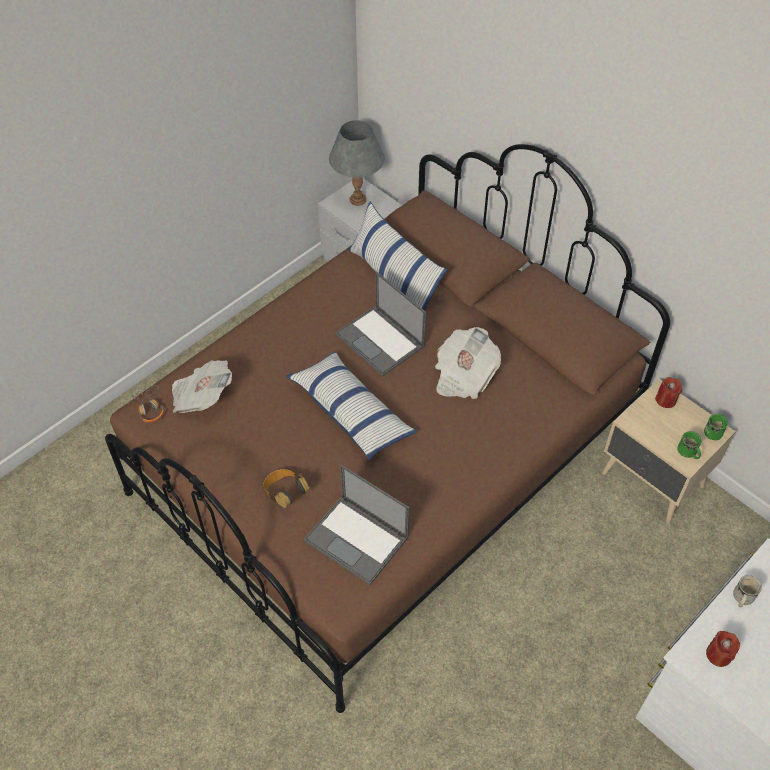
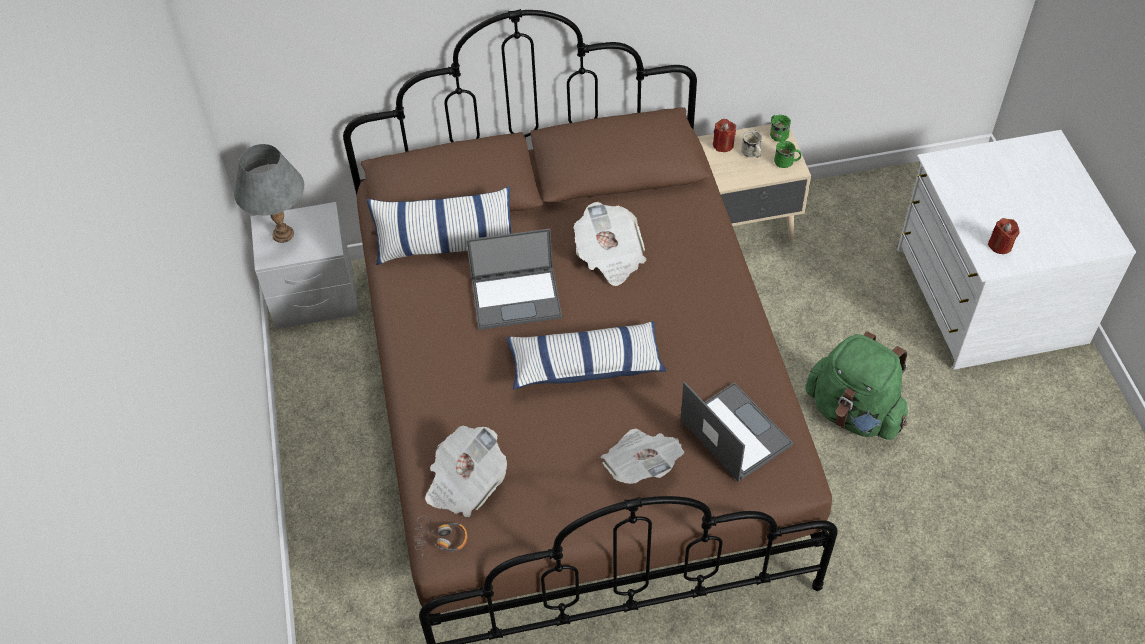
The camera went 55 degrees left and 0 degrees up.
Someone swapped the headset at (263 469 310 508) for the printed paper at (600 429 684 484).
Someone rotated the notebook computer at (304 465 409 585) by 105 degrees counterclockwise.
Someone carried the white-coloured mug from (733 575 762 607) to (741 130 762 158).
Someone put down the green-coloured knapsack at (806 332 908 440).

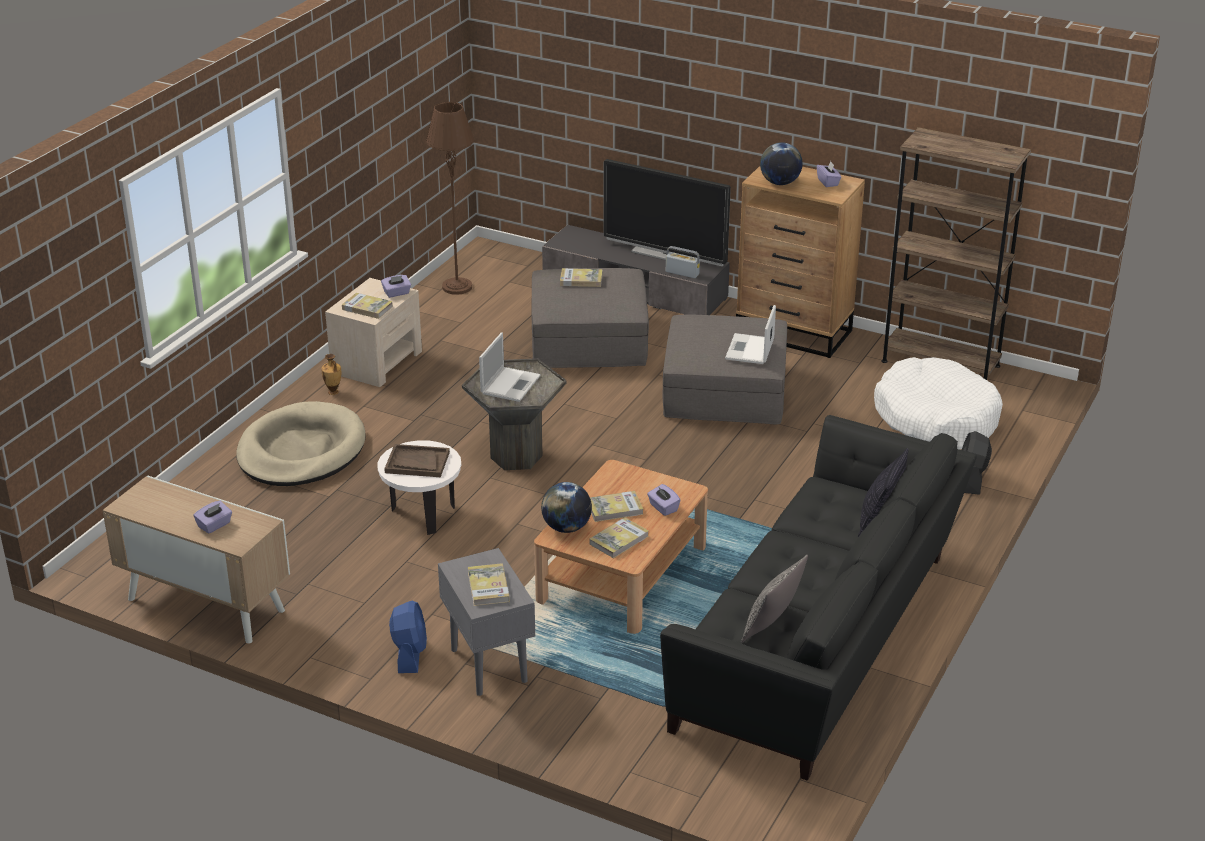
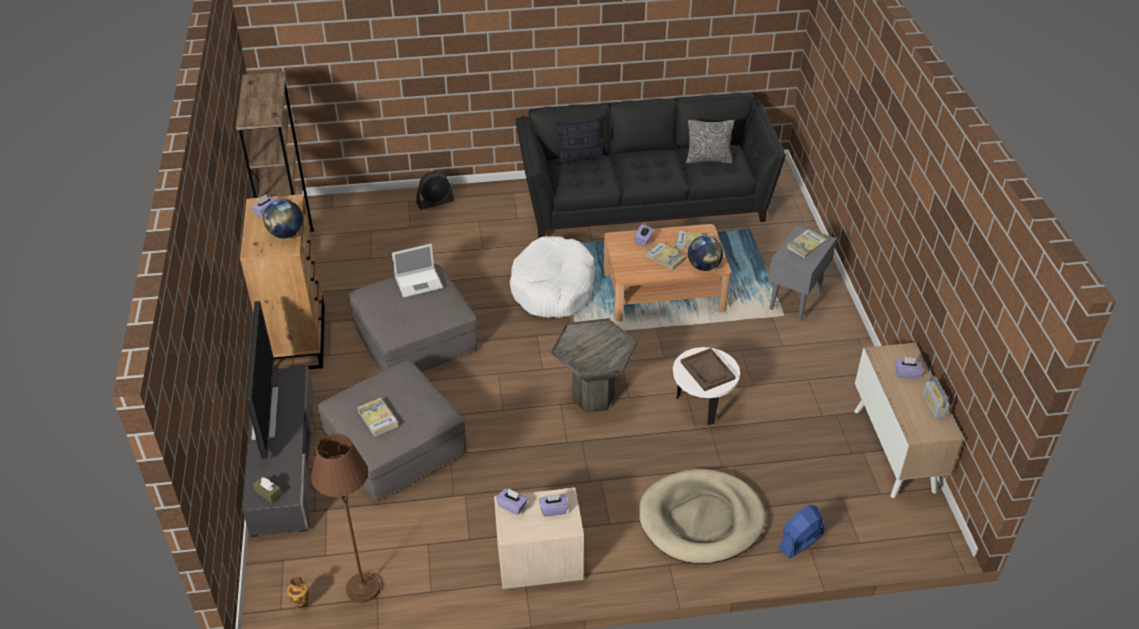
The camera went 125 degrees left and 10 degrees up.
Someone carried the decorative vase from (321 354 341 395) to (287 577 309 612).
Someone swapped the volume at (342 293 393 319) for the purple box of tissues at (539 494 569 517).
Someone carried the bluish cooling fan from (389 601 427 673) to (778 505 824 558).
Someone took away the notebook computer at (479 332 541 402).
Someone carried the radio from (666 246 700 278) to (923 376 949 418).
Someone carried the white-coloured pet bed from (874 357 1003 450) to (509 236 595 318).
Someone put down the brown-coloured box of tissues at (253 476 282 503).

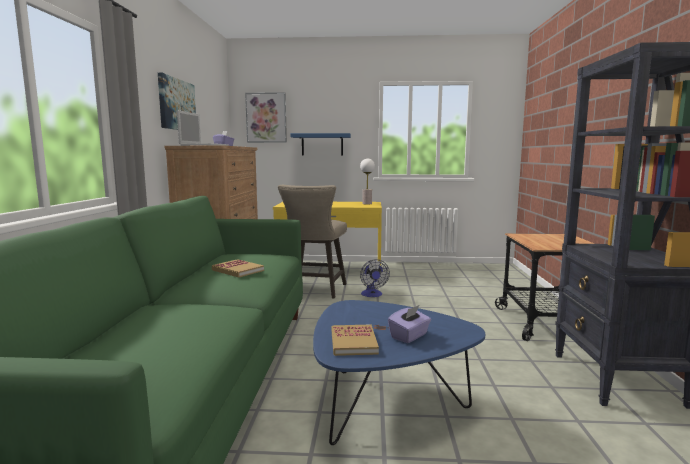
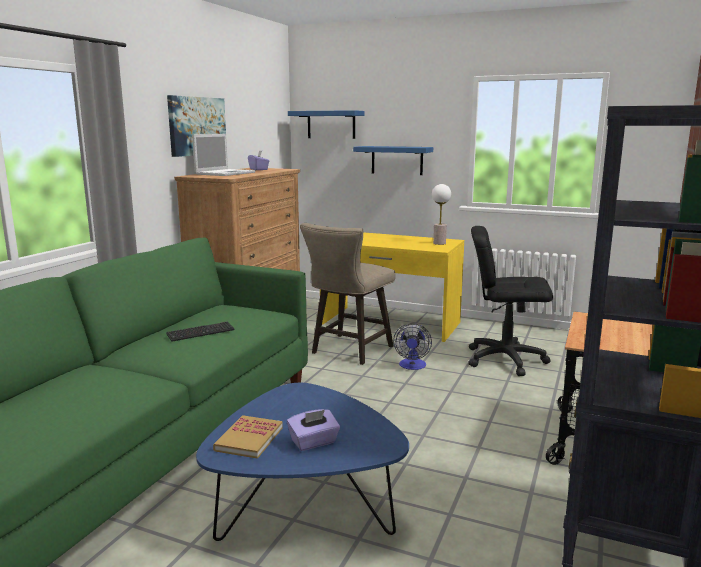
The camera went 20 degrees right and 5 degrees up.
Someone swapped the volume at (212 259 264 278) for the keyboard at (166 321 235 341).
Someone swapped the wall picture at (245 92 287 143) for the bluish bracket shelf at (288 110 365 139).
Someone put down the black-coloured office chair at (468 226 553 376).

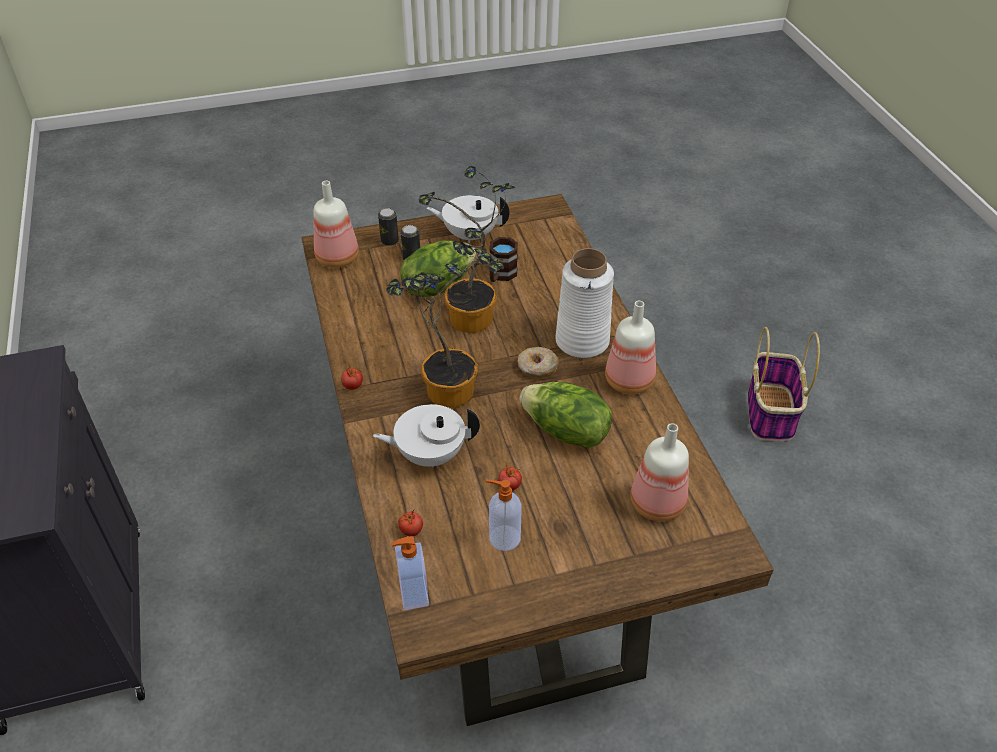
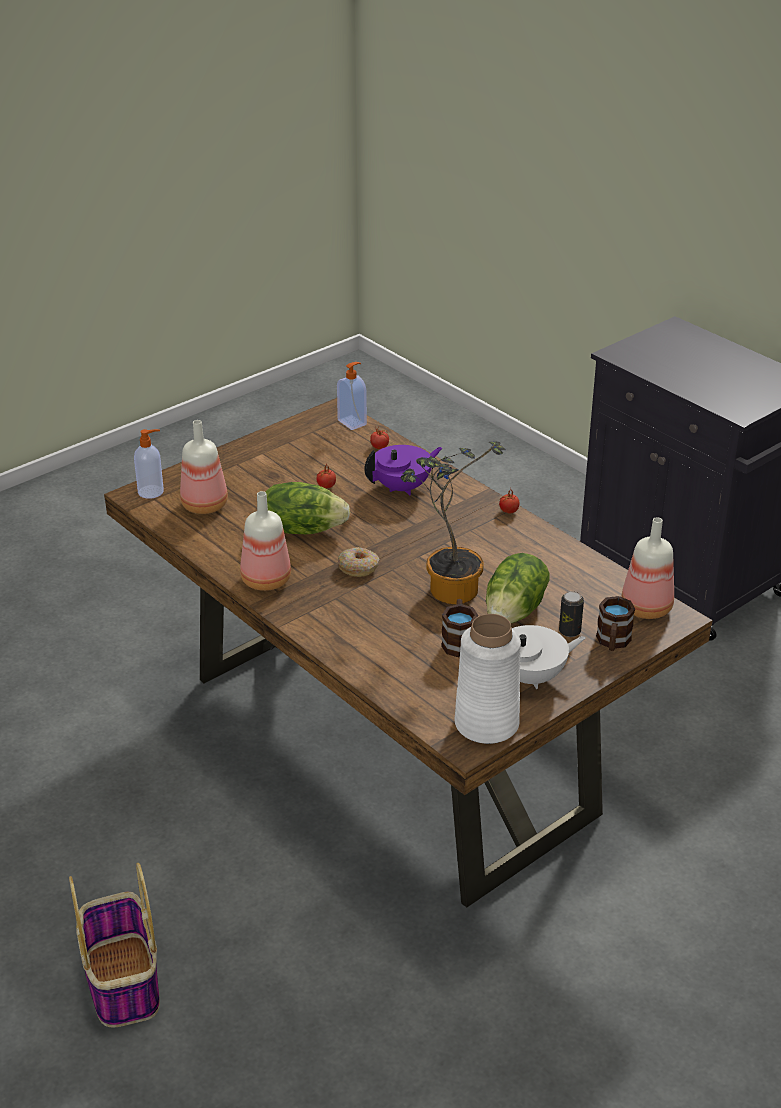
The camera went 155 degrees right and 10 degrees down.
Someone repainted the white-coloured teapot at (373 404 480 468), which became the purple teapot at (364 445 442 495).
Someone swapped the metal can at (378 208 399 246) for the brown-coloured mug at (596 596 635 651).
Someone took away the plant in a pot at (386 248 493 408).
Someone carried the soap dispenser from (486 480 522 551) to (134 429 164 499).
Someone carried the white-coloured decorative vase from (555 248 614 358) to (455 614 521 744).

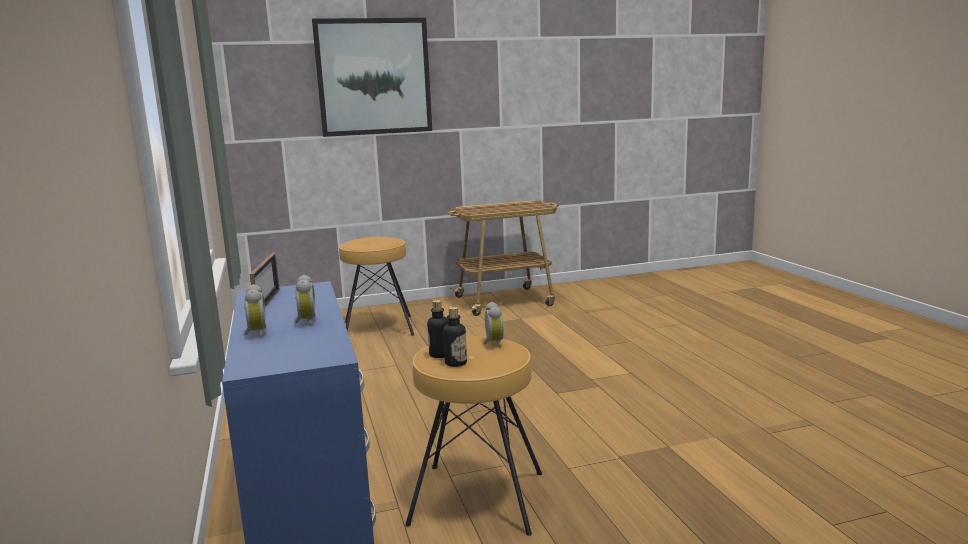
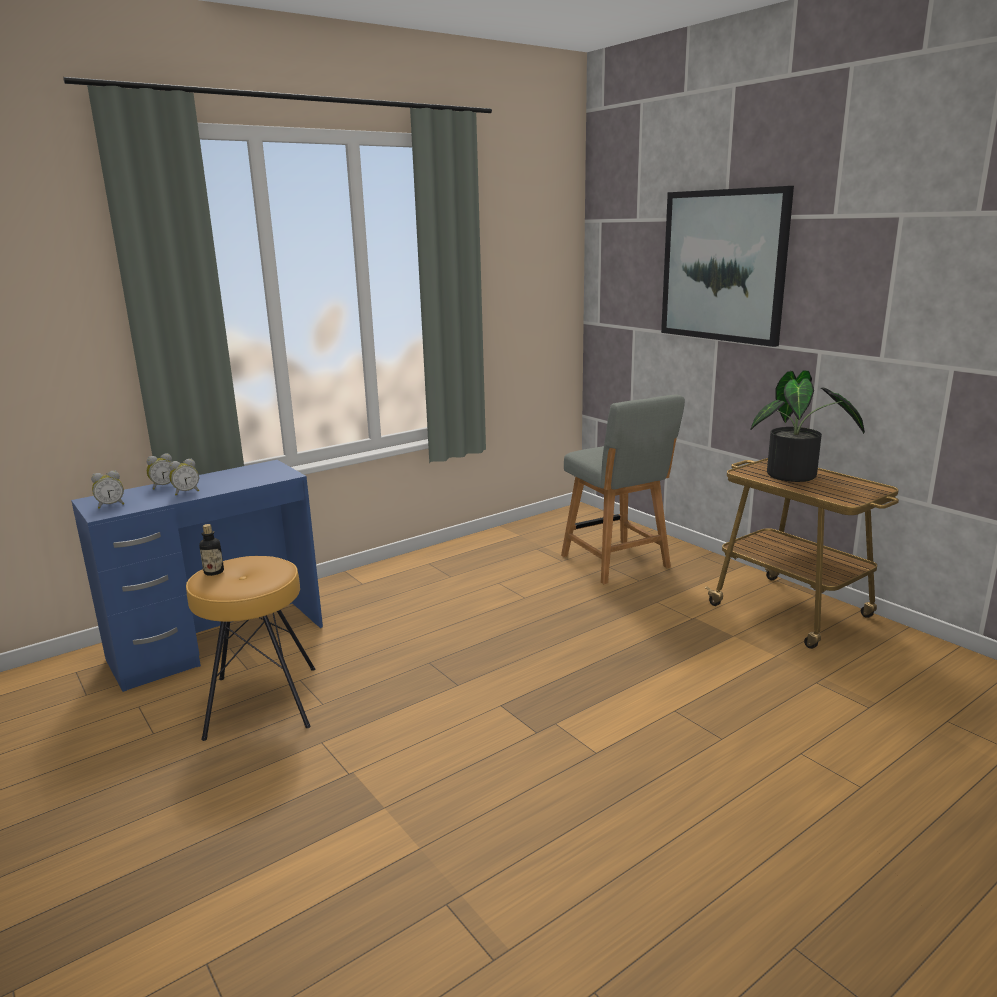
The camera went 70 degrees right and 5 degrees up.
Someone took away the standing frame at (249 253 280 308).
Someone swapped the brown-coloured stool seat at (339 237 414 336) for the greyish upright chair at (561 394 685 584).
Someone took away the drink bottle at (427 300 448 358).
Someone carried the bedside clock from (484 302 504 348) to (91 471 124 509).
Someone put down the plant in a pot at (750 370 865 482).

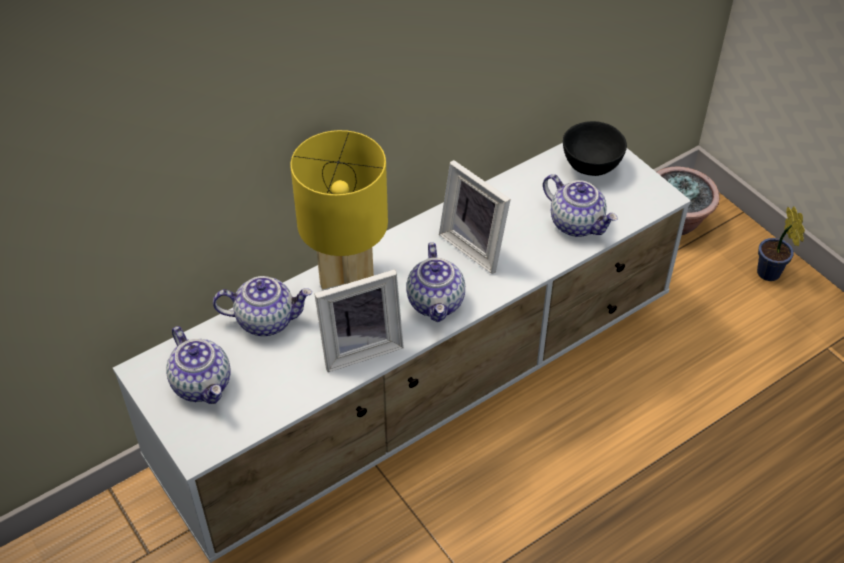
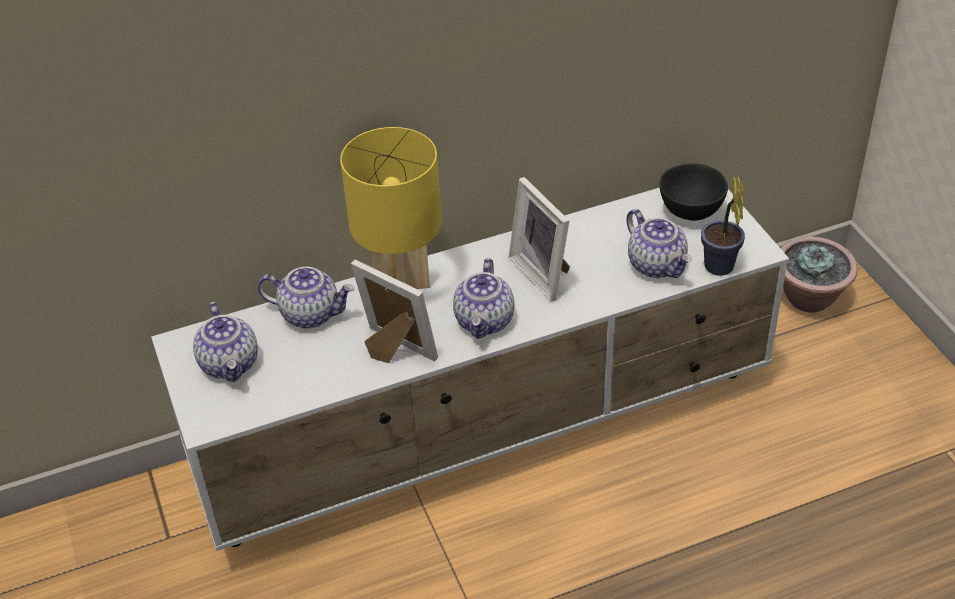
The camera went 15 degrees right and 5 degrees down.
Someone rotated the standing frame at (314 269 404 372) by 135 degrees counterclockwise.
Someone carried the plant in a pot from (757 207 805 281) to (701 175 745 276).

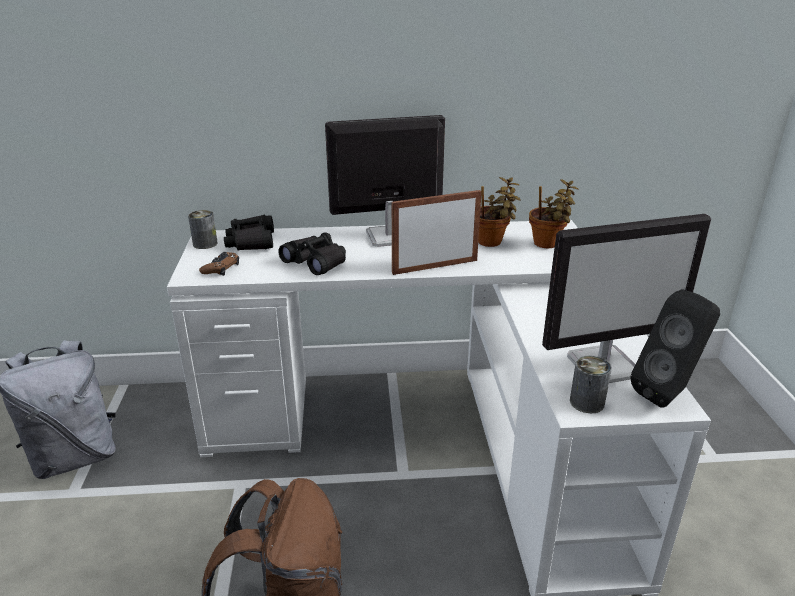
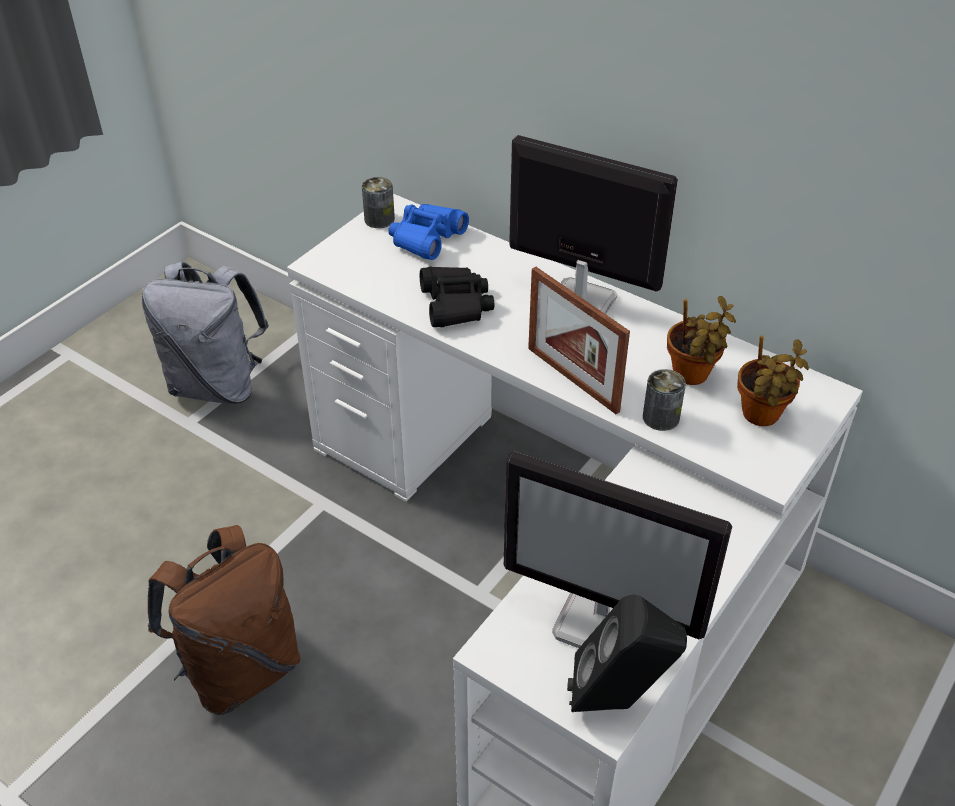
The camera went 40 degrees right and 15 degrees up.
Someone took away the brown-coloured gamepad at (199 252 239 276).
Someone repainted the black-coloured pair of binoculars at (224 215 274 251), which became the bluish pair of binoculars at (388 204 469 260).
Someone rotated the standing frame at (392 190 482 275) by 150 degrees counterclockwise.
Someone carried the metal can from (570 355 612 413) to (643 369 686 431).

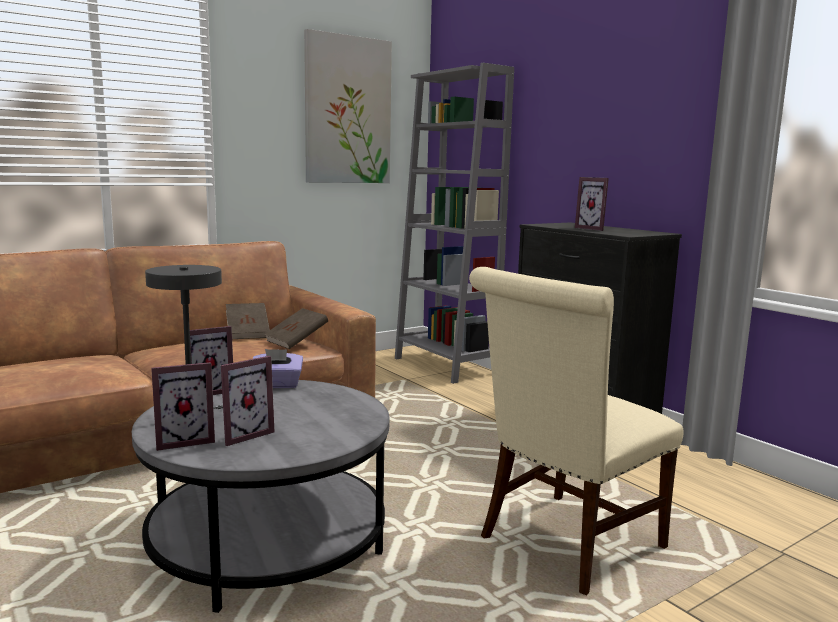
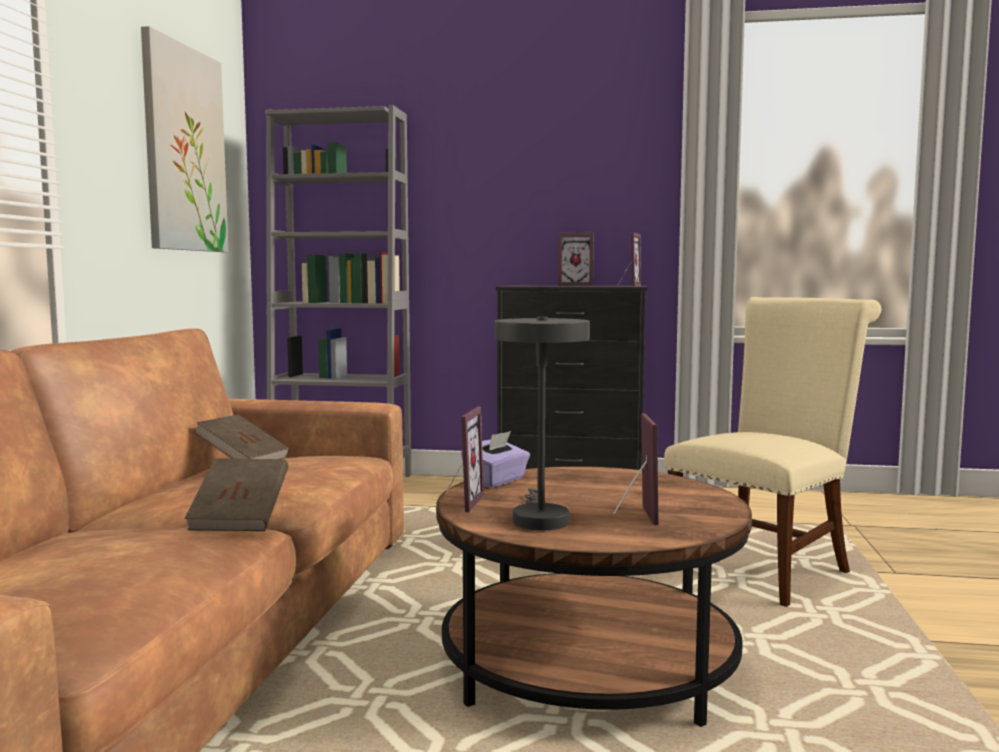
The camera went 45 degrees left and 5 degrees down.
Someone repainted the greyish lounge table at (131 380 390 613), which became the brown-coloured lounge table at (436 466 752 727).
Someone carried the standing frame from (151 362 215 451) to (618 233 641 286).
Someone carried the brown-coloured volume from (264 308 328 349) to (185 458 288 531).
Someone rotated the beige-coloured upright chair at (469 267 684 595) by 135 degrees counterclockwise.

